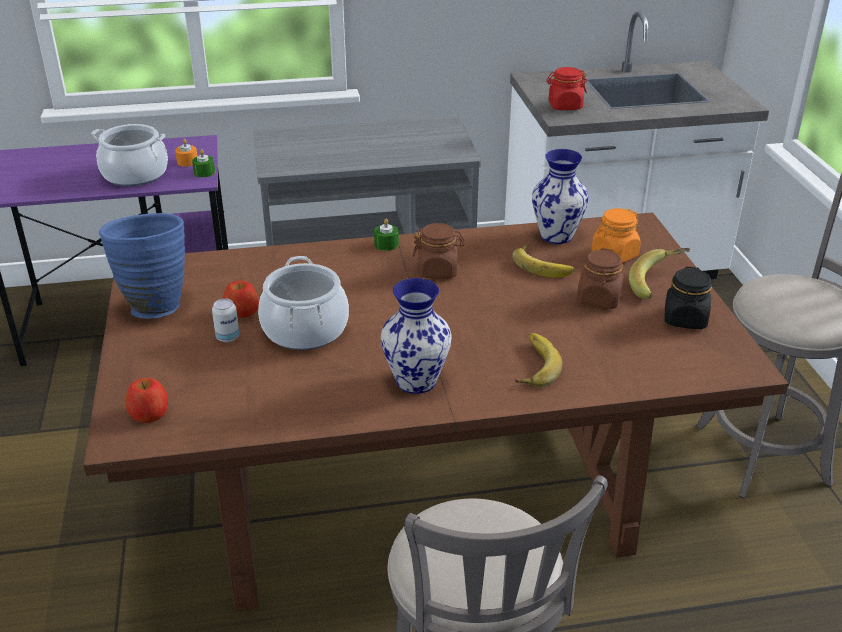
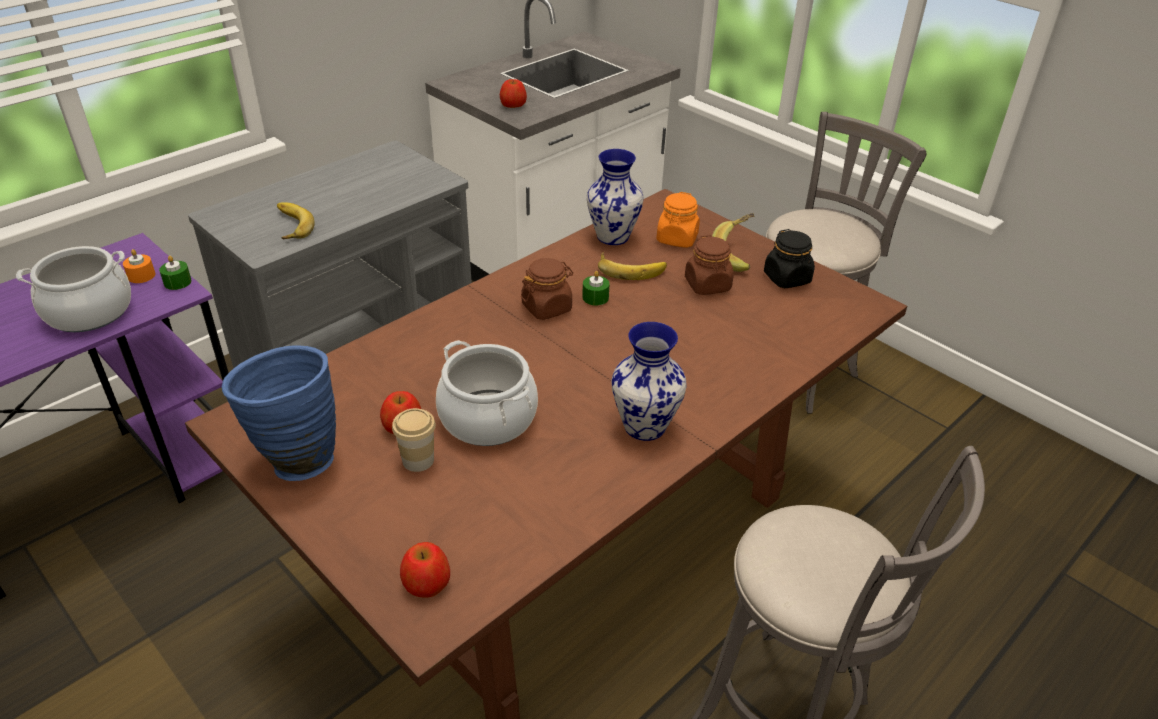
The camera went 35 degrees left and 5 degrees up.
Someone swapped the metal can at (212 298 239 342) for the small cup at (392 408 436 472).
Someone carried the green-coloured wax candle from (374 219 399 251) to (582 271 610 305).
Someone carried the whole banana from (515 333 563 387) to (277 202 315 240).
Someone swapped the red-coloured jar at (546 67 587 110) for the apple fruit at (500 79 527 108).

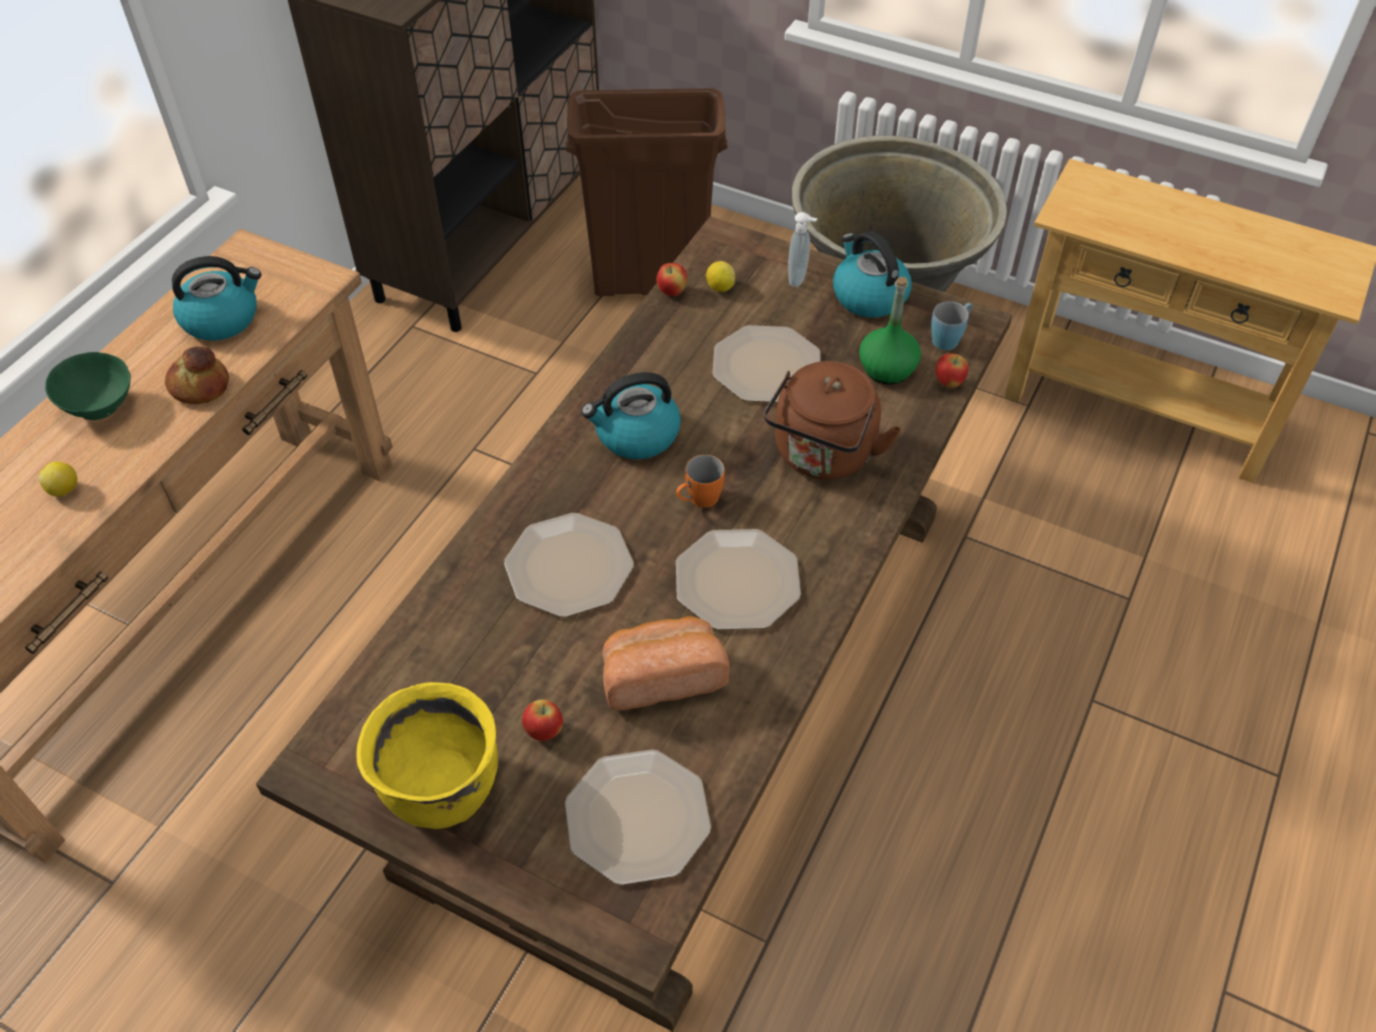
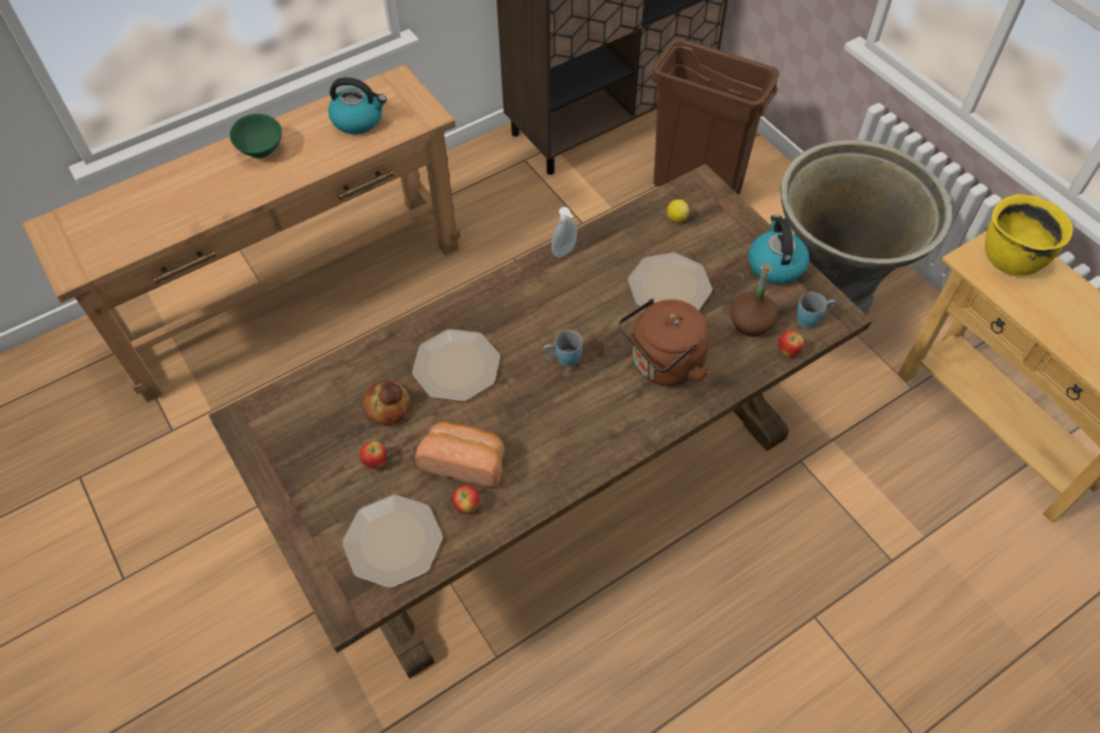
The camera went 30 degrees right and 5 degrees up.
Someone took away the lemon at (39 462 77 497).
Someone carried the bread from (165 347 229 404) to (363 380 410 425).
Someone carried the yellow saucepot from (356 682 498 829) to (985 194 1073 276).
Someone took away the water kettle at (581 372 681 459).
Someone carried the apple fruit from (657 263 687 296) to (452 485 480 514).
Someone repainted the orange-coloured mug at (676 455 725 508), which became the bluish mug at (543 330 583 367).
Someone took away the dinner plate at (676 529 801 630).
Someone carried the soap dispenser from (788 212 817 287) to (552 207 577 258).
Someone repainted the green-coloured drink bottle at (859 277 921 385), which became the brown-coloured drink bottle at (730 264 778 337).

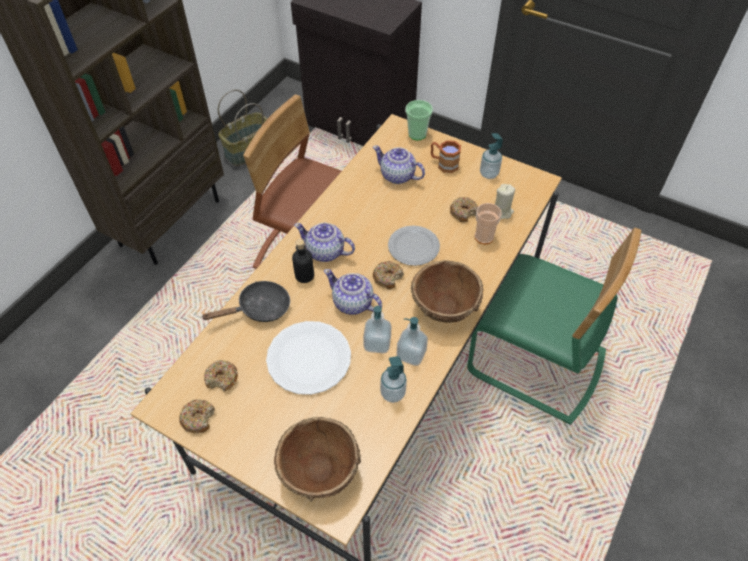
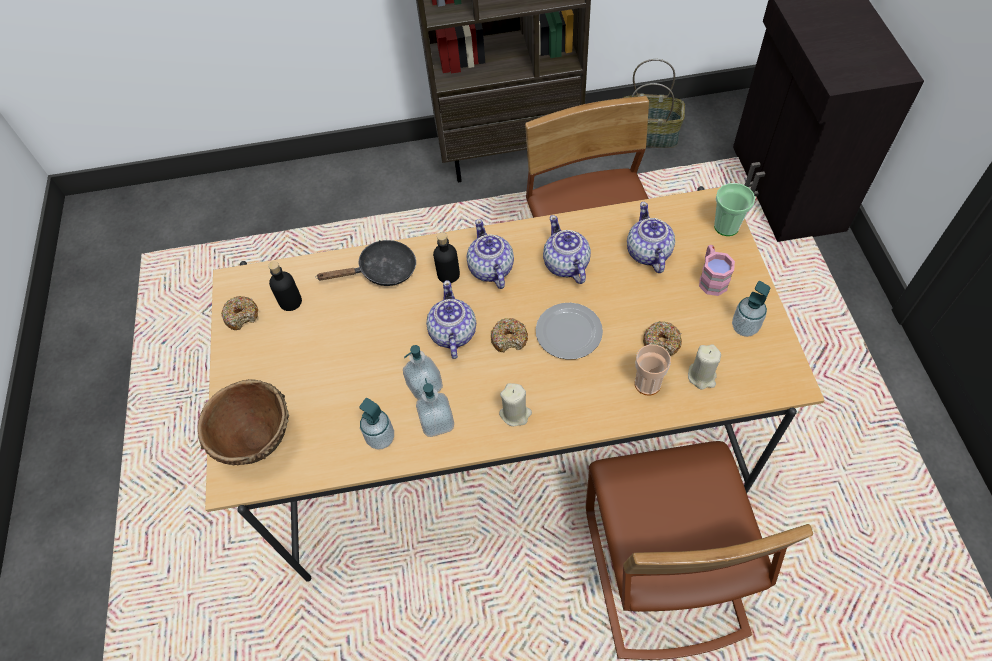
The camera went 55 degrees right and 5 degrees up.
Someone rotated the black-coloured skillet at (201 281 290 322) by 45 degrees counterclockwise.
Someone swapped the doughnut at (204 360 238 392) for the black-coloured drink bottle at (268 261 302 311).
Someone took away the white-coloured dinner plate at (266 321 351 395).
Someone swapped the brown-coloured deep dish at (411 260 484 323) for the beige-coloured wax candle at (499 383 532 426).
Someone repainted the brown-coloured mug at (431 140 461 173), which became the pinkish mug at (699 245 735 296).
Someone repainted the green-coloured upright chair at (467 228 641 425), which became the brown-coloured upright chair at (586 441 813 660).
Someone put down the teapot at (543 215 591 284).

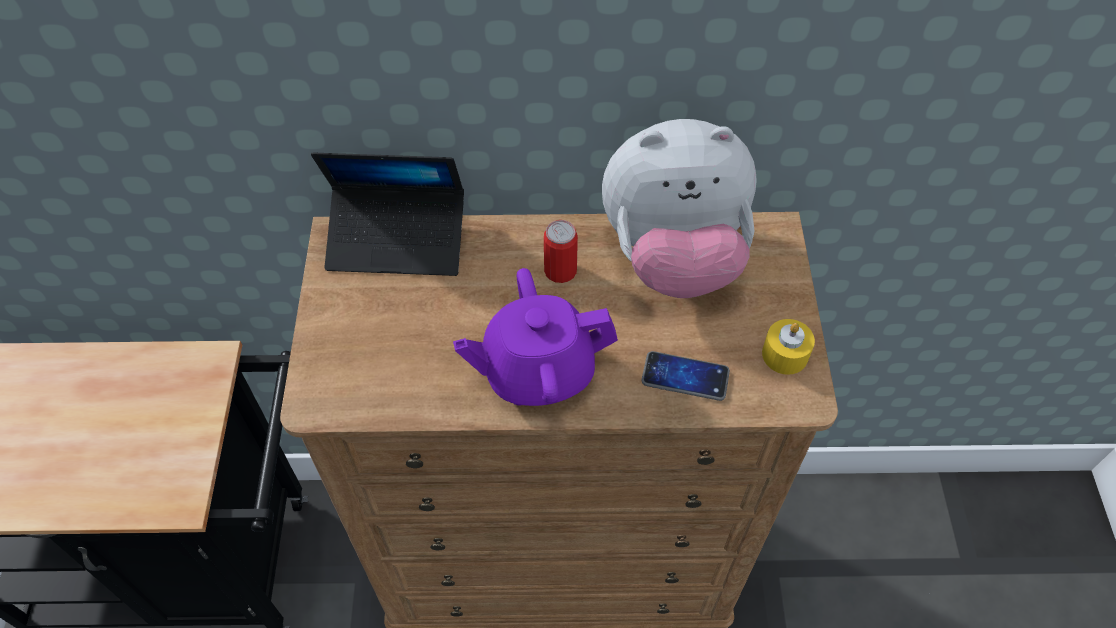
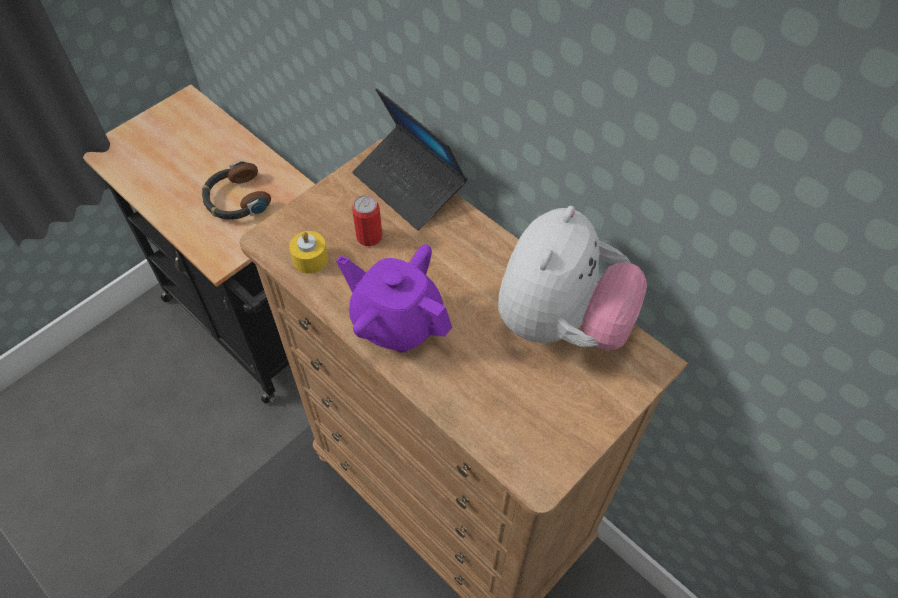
The camera went 45 degrees right and 0 degrees up.
Someone carried the metal can from (544 220 578 283) to (352 195 383 246).
Someone rotated the soft toy at (602 119 757 298) by 105 degrees counterclockwise.
Someone took away the telephone at (641 351 730 401).
Someone carried the yellow wax candle from (762 319 815 375) to (289 231 328 274).
Someone put down the headset at (202 161 271 220).

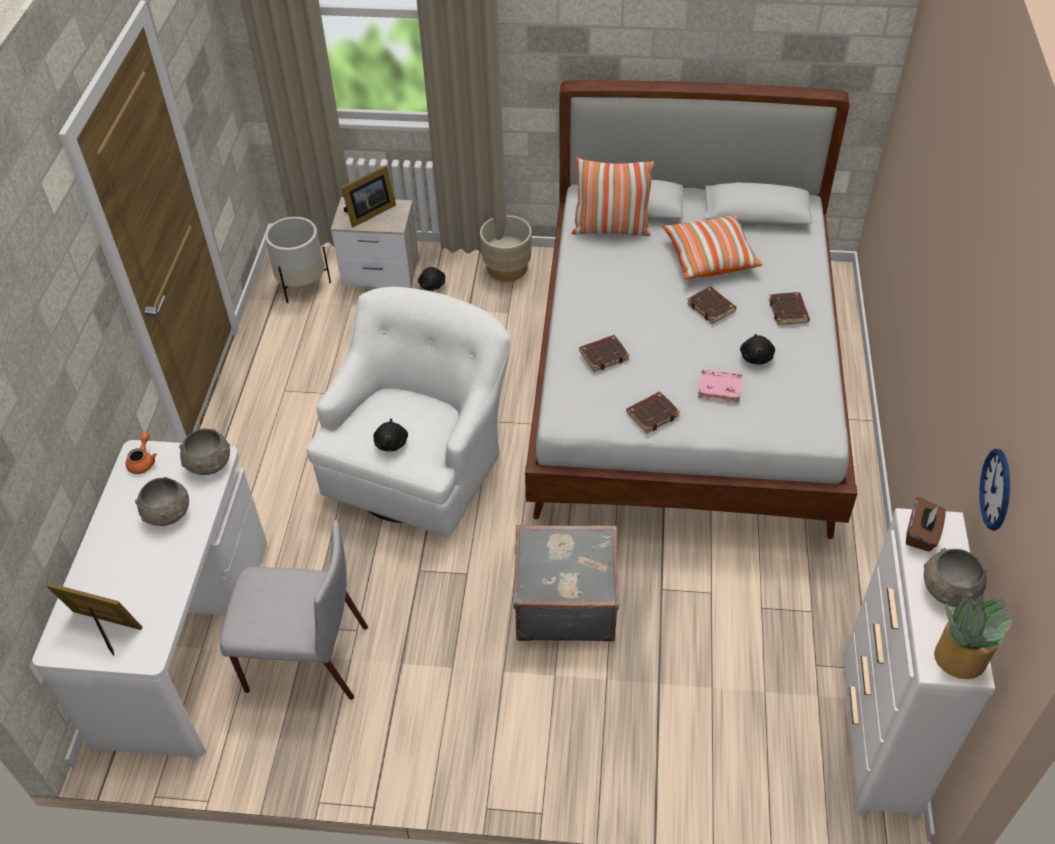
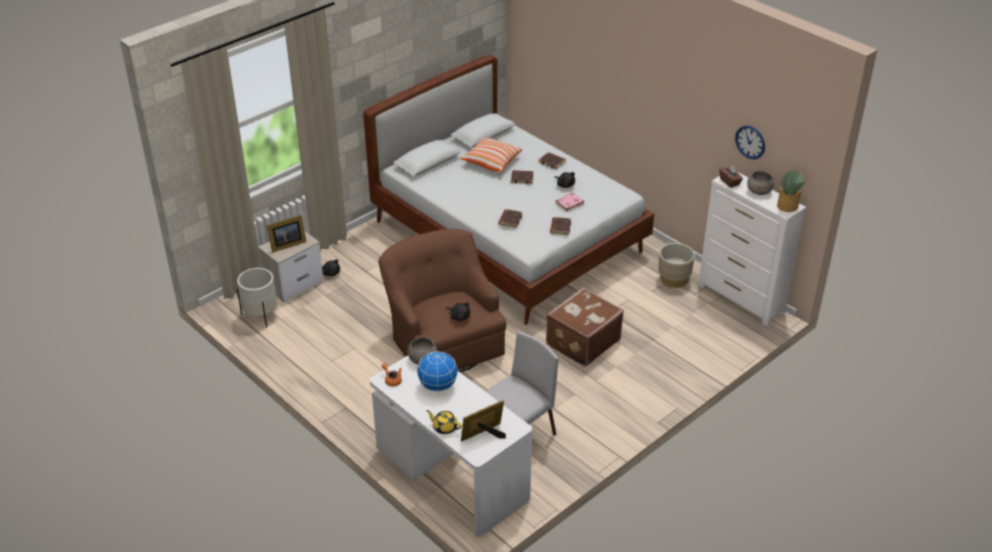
The camera went 50 degrees left and 10 degrees down.
Someone swapped the greyish deep dish at (135 477 189 526) for the world globe at (417 351 458 392).
Someone repainted the white-coloured lounge chair at (307 287 511 537), which became the brown-coloured lounge chair at (378 229 506 372).
Someone rotated the standing frame at (341 165 396 228) by 60 degrees clockwise.
Someone carried the beige-coloured flower pot from (480 215 532 282) to (658 243 695 288).
Someone repainted the greyish travel case at (513 525 619 641), which became the brown-coloured travel case at (546 287 624 367).
Someone took away the pillow at (572 157 655 236).
Someone put down the yellow teapot at (426 410 462 434).

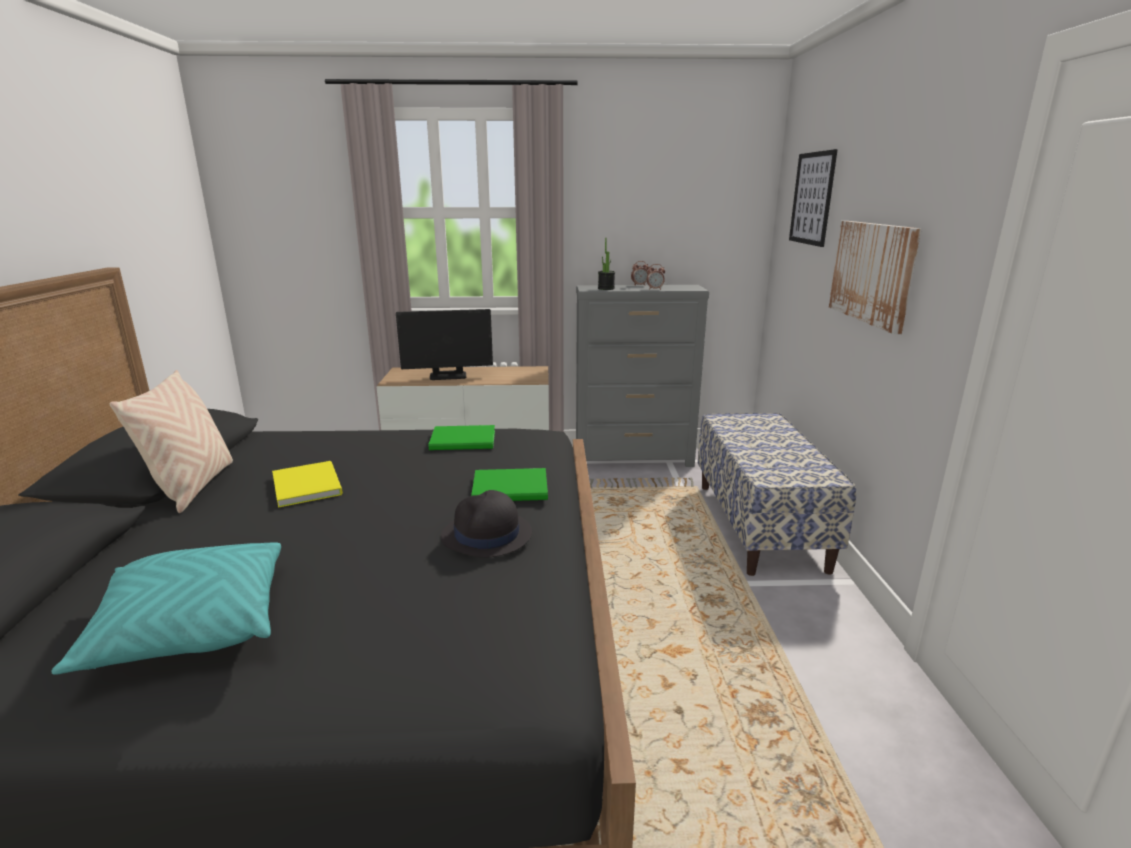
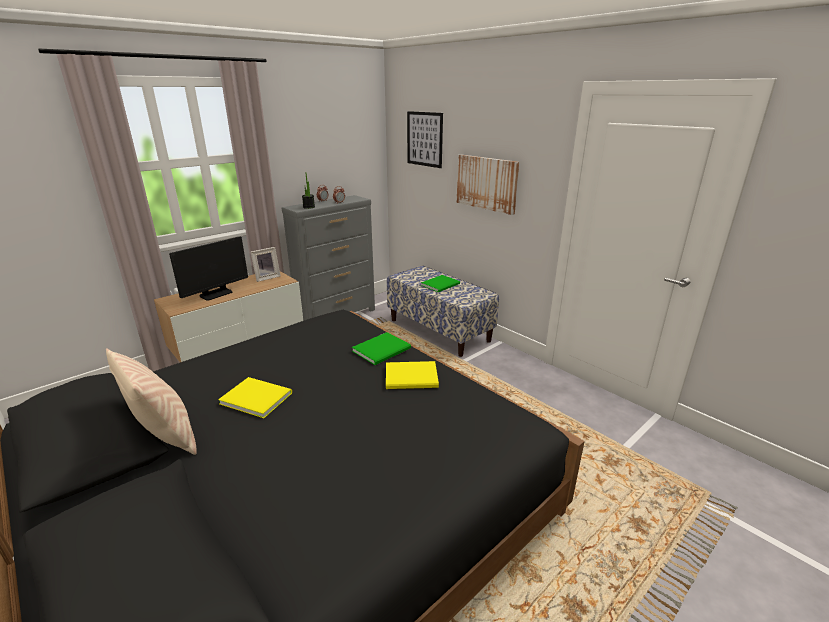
The camera went 40 degrees left and 5 degrees up.
Someone took away the turquoise-coloured pillow at (51 542 281 675).
Someone carried the green-coloured volume from (429 425 495 450) to (421 275 460 292).
Someone swapped the black-coloured hat at (441 490 532 558) for the yellow volume at (386 361 439 389).
Someone put down the standing frame at (250 247 281 282).

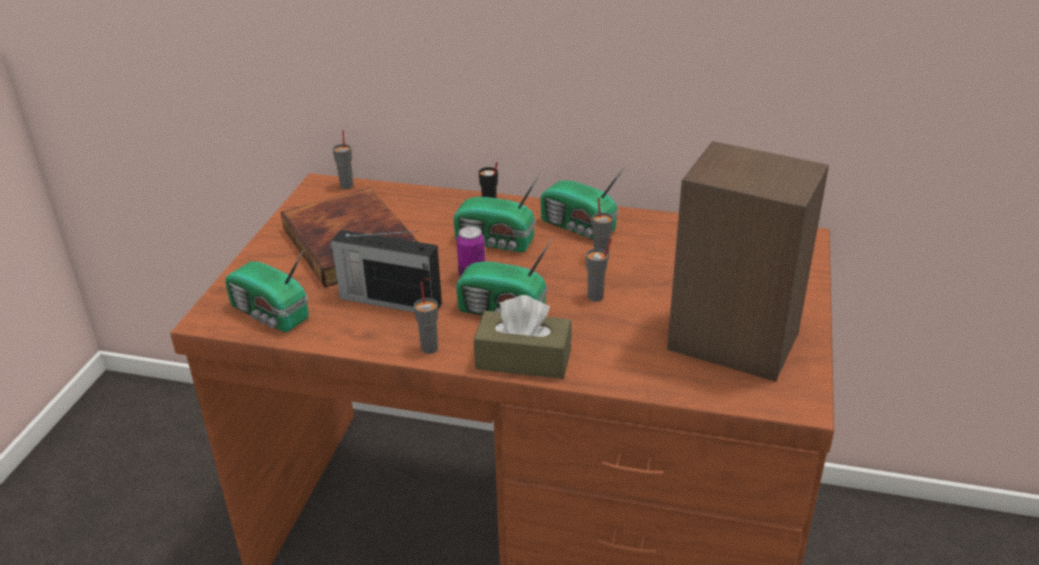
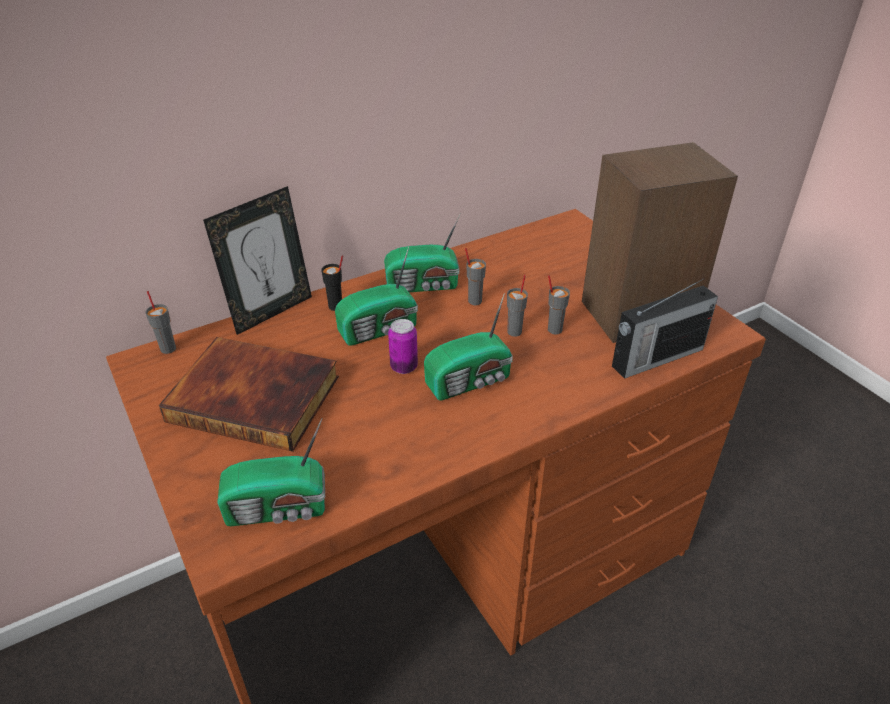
The camera went 45 degrees left and 5 degrees up.
Someone carried the radio from (330 230 442 313) to (612 278 718 379).
Someone carried the greyish small cup from (414 282 438 354) to (548 275 570 335).
Someone took away the brown-coloured box of tissues at (474 295 572 379).
Someone put down the standing frame at (203 186 312 335).

